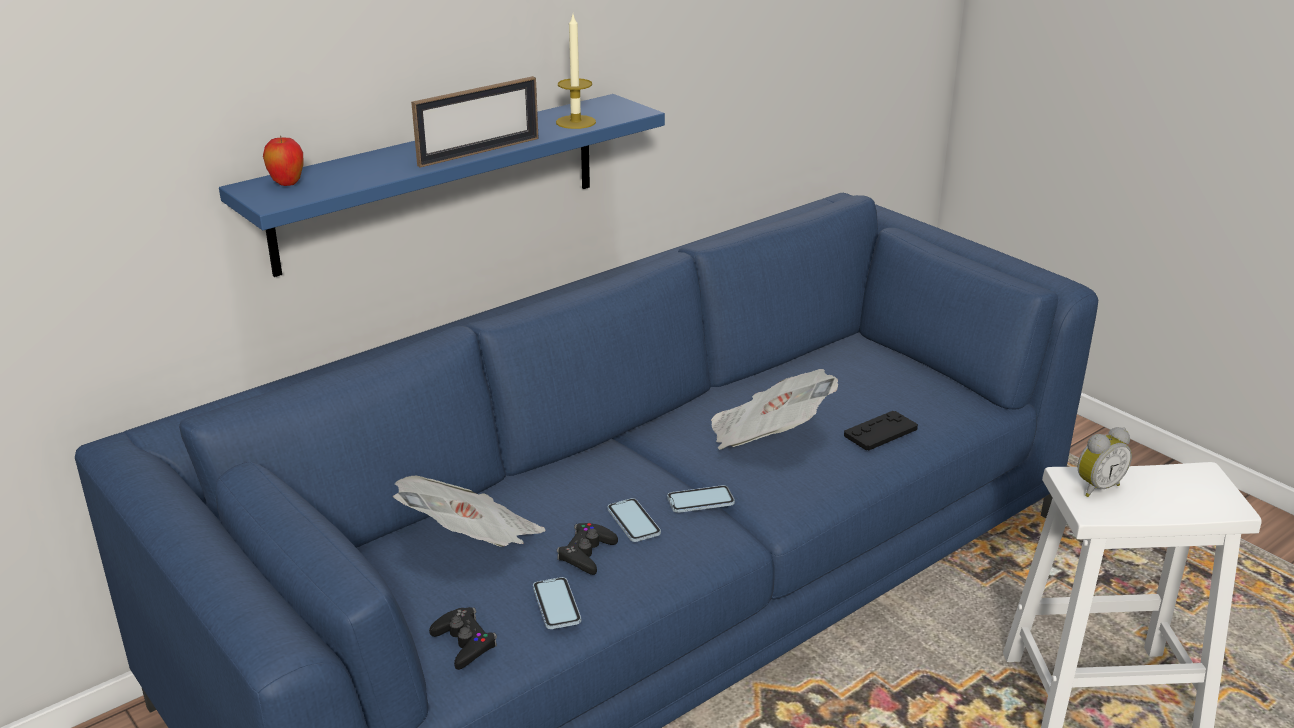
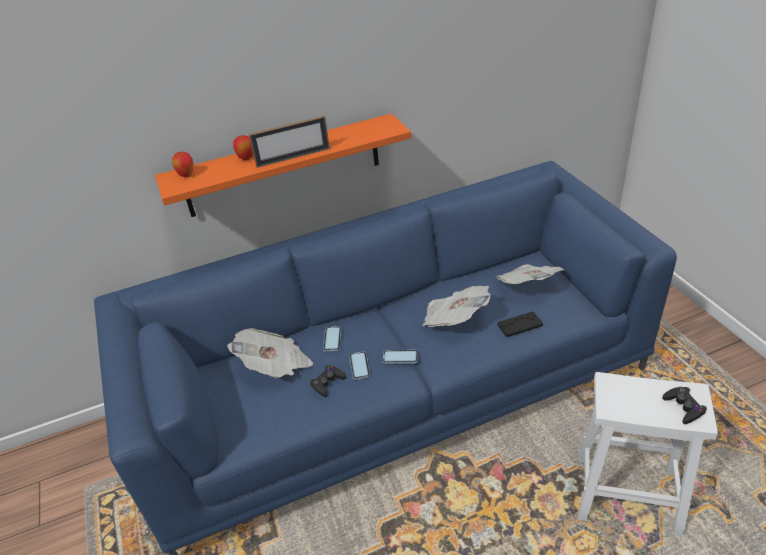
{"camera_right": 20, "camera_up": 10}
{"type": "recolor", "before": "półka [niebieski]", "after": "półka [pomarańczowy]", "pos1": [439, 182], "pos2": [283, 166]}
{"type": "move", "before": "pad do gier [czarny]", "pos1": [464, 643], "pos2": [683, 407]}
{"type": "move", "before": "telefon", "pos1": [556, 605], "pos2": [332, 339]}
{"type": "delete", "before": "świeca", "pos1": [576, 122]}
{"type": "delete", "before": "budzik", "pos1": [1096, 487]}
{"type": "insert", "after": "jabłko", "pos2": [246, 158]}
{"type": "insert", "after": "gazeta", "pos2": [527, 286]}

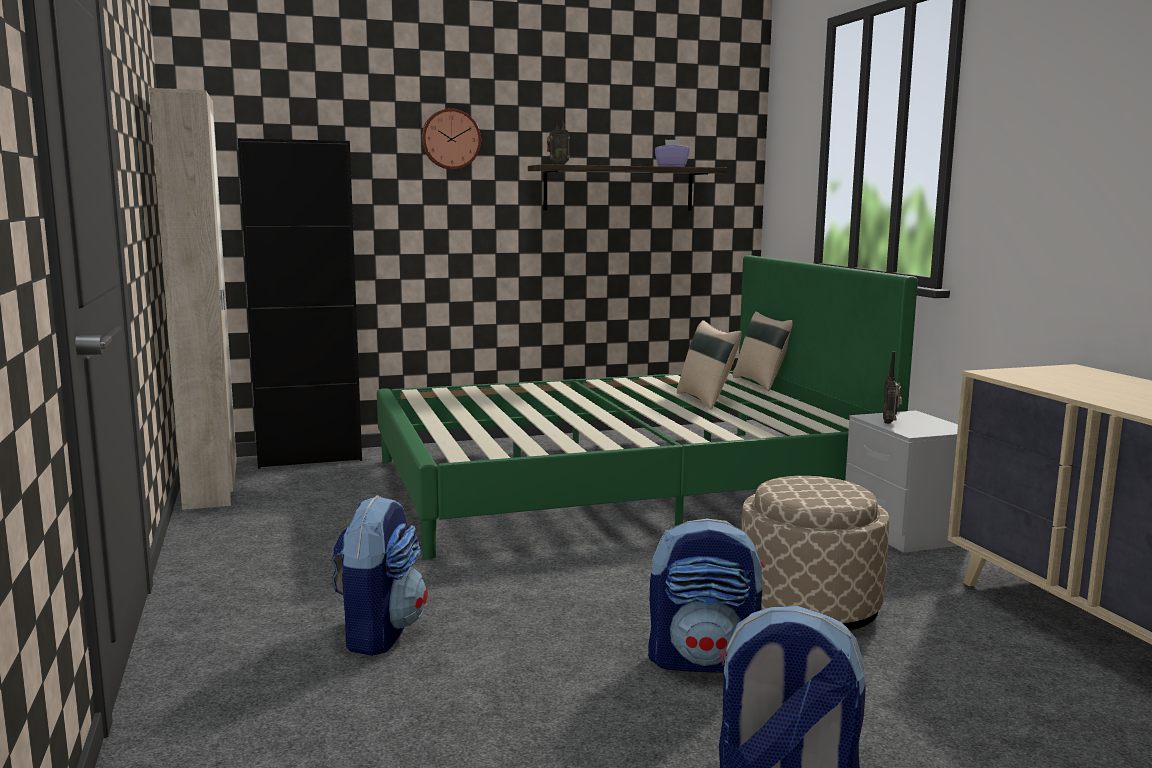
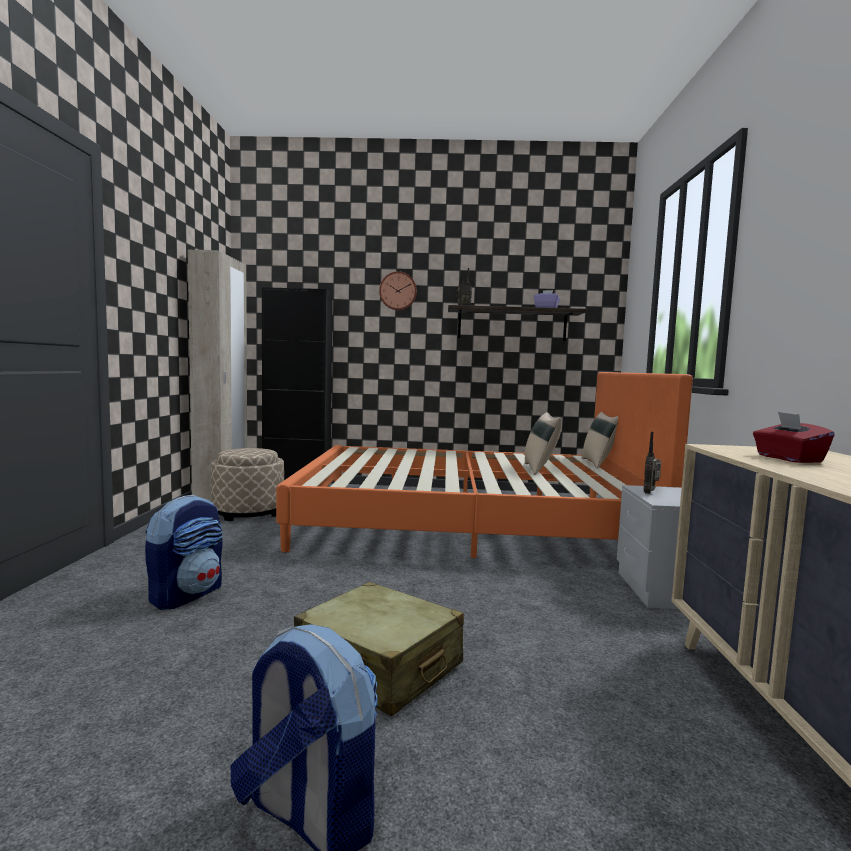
{"camera_right": 20, "camera_up": -5}
{"type": "recolor", "before": "łóżko [zielony]", "after": "łóżko [pomarańczowy]", "pos1": [620, 483], "pos2": [468, 523]}
{"type": "replace", "before": "plecak", "after": "walizka [beżowy]", "pos1": [704, 660], "pos2": [379, 666]}
{"type": "move", "before": "pufa [beżowy]", "pos1": [809, 609], "pos2": [248, 512]}
{"type": "insert", "after": "pudełko chusteczek [czerwony]", "pos2": [788, 459]}

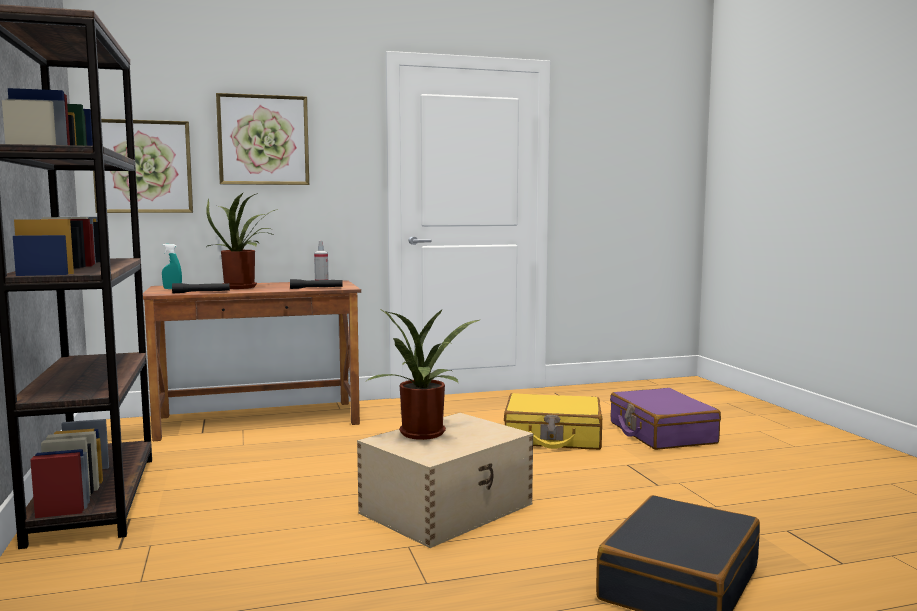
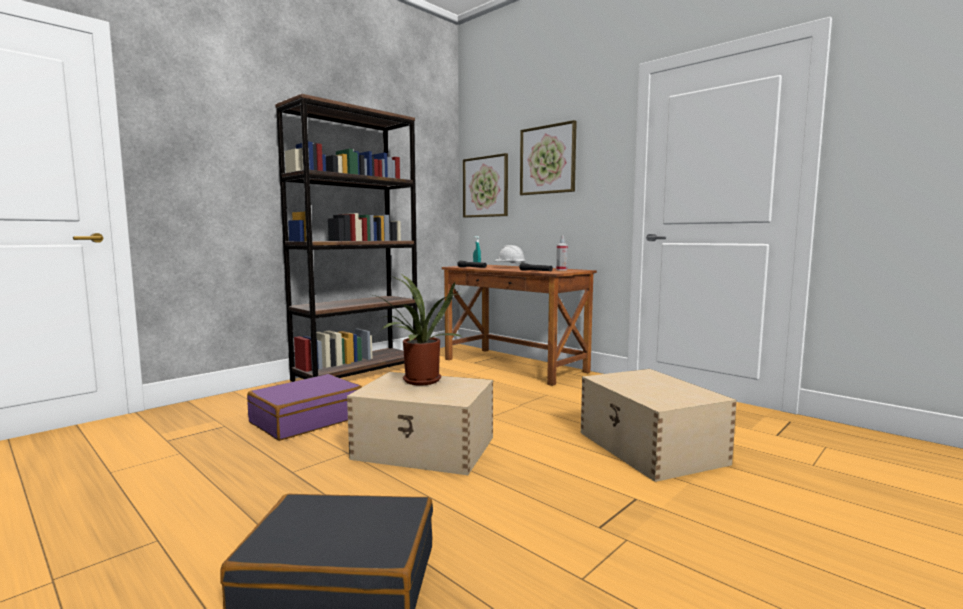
{"camera_right": 60, "camera_up": 0}
{"type": "replace", "before": "roślina doniczkowa", "after": "kask [biały]", "pos1": [243, 287], "pos2": [509, 267]}
{"type": "replace", "before": "walizka [żółty]", "after": "pojemnik do przechowywania [beżowy]", "pos1": [552, 437], "pos2": [651, 448]}
{"type": "move", "before": "walizka [fioletowy]", "pos1": [661, 433], "pos2": [306, 419]}

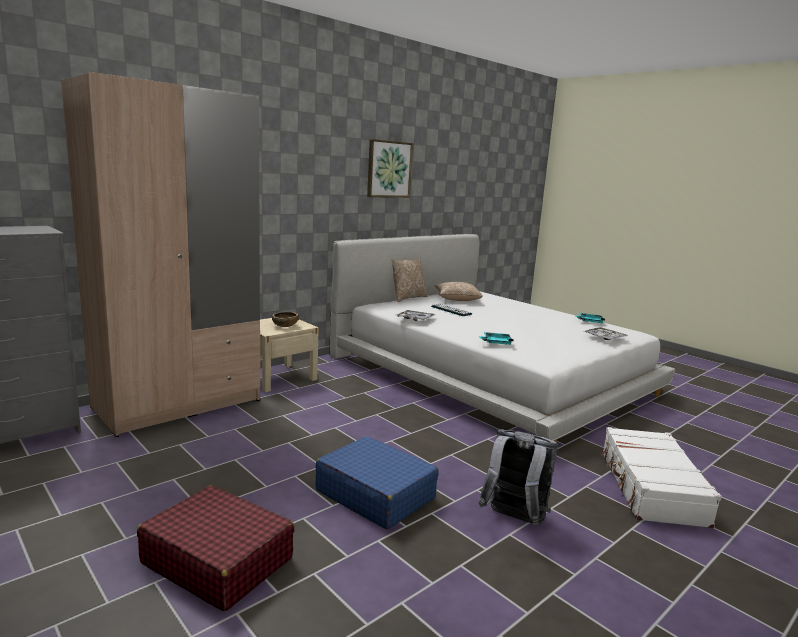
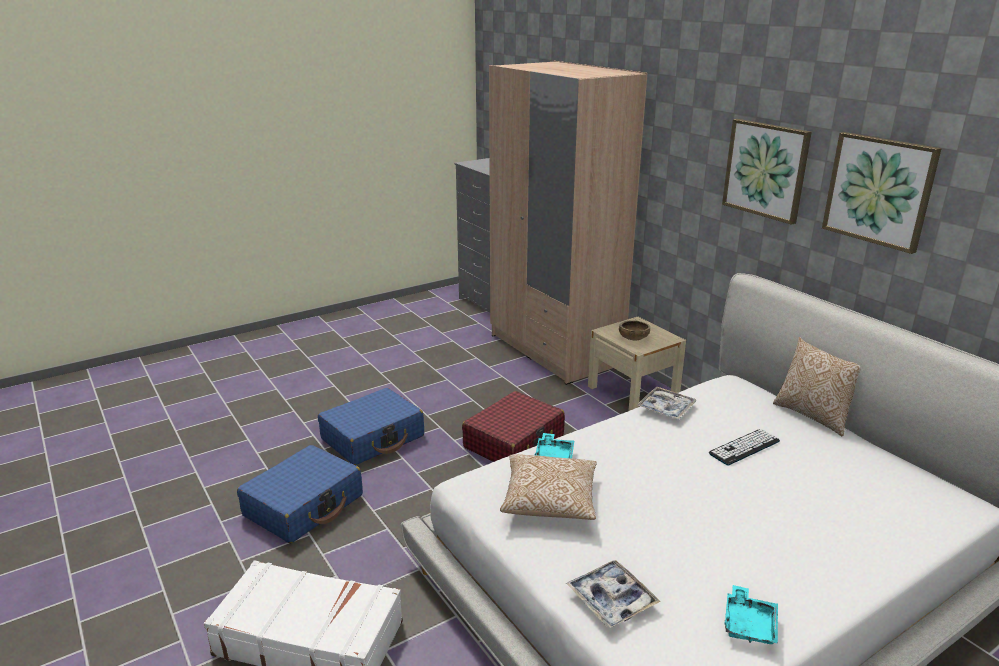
{"camera_right": 100, "camera_up": 10}
{"type": "move", "before": "walizka [czerwony]", "pos1": [217, 560], "pos2": [514, 442]}
{"type": "move", "before": "poduszka", "pos1": [457, 299], "pos2": [549, 501]}
{"type": "replace", "before": "plecak [szary]", "after": "walizka [niebieski]", "pos1": [513, 519], "pos2": [304, 505]}
{"type": "insert", "after": "obraz", "pos2": [766, 170]}

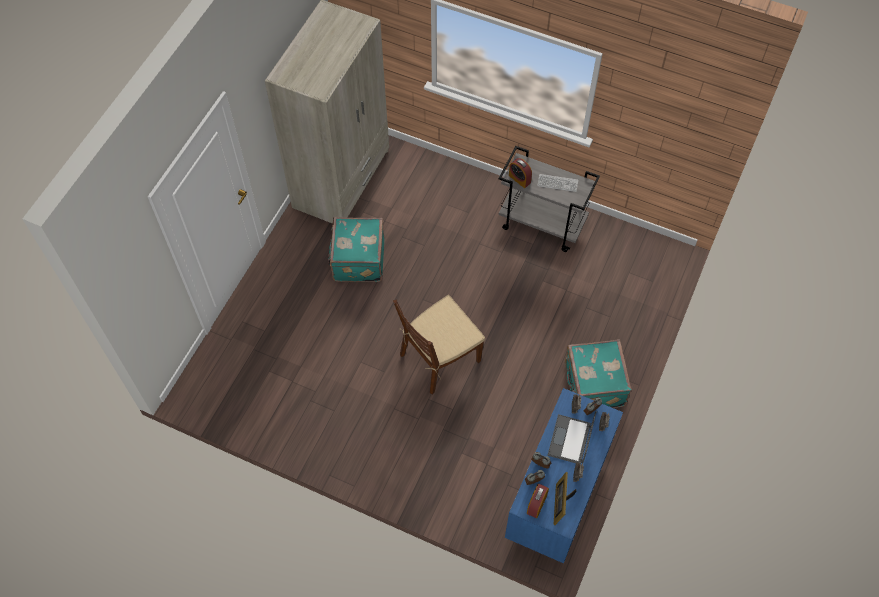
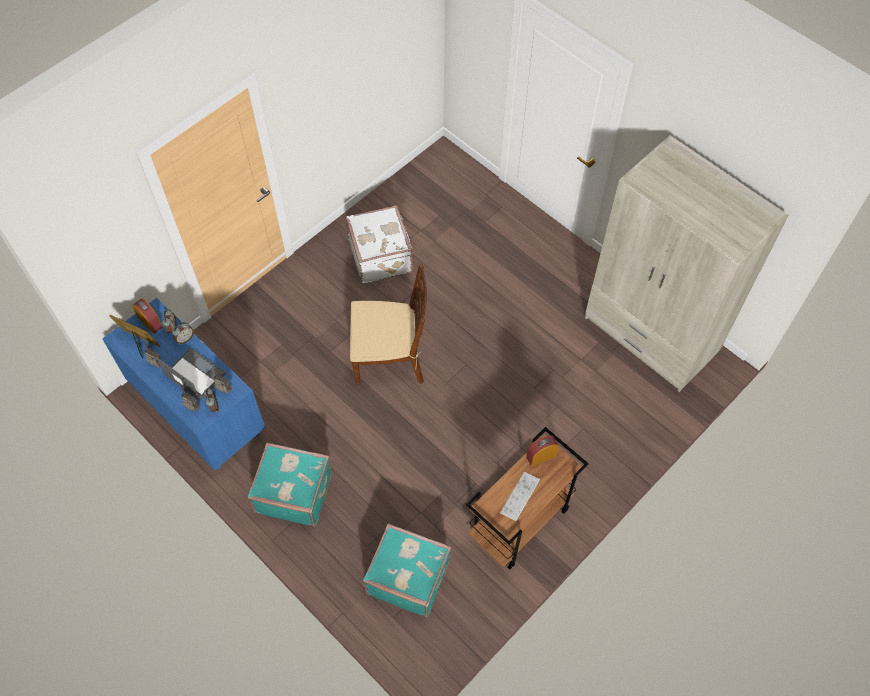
{"camera_right": 110, "camera_up": 0}
{"type": "move", "before": "walizka [turkusowy]", "pos1": [357, 260], "pos2": [408, 576]}
{"type": "rotate", "before": "krzesło [brązowy]", "pos1": [439, 358], "pos2": [390, 357], "turn": 105}
{"type": "recolor", "before": "wózek [szary]", "after": "wózek [brązowy]", "pos1": [543, 224], "pos2": [519, 523]}
{"type": "insert", "after": "walizka [biały]", "pos2": [381, 256]}

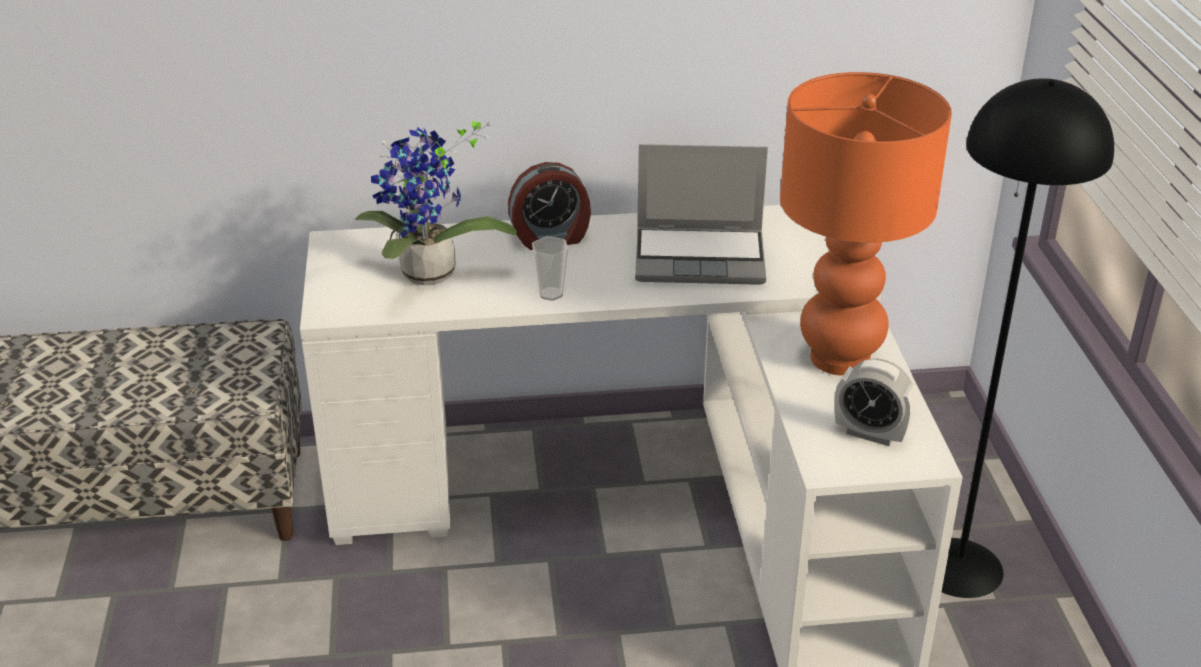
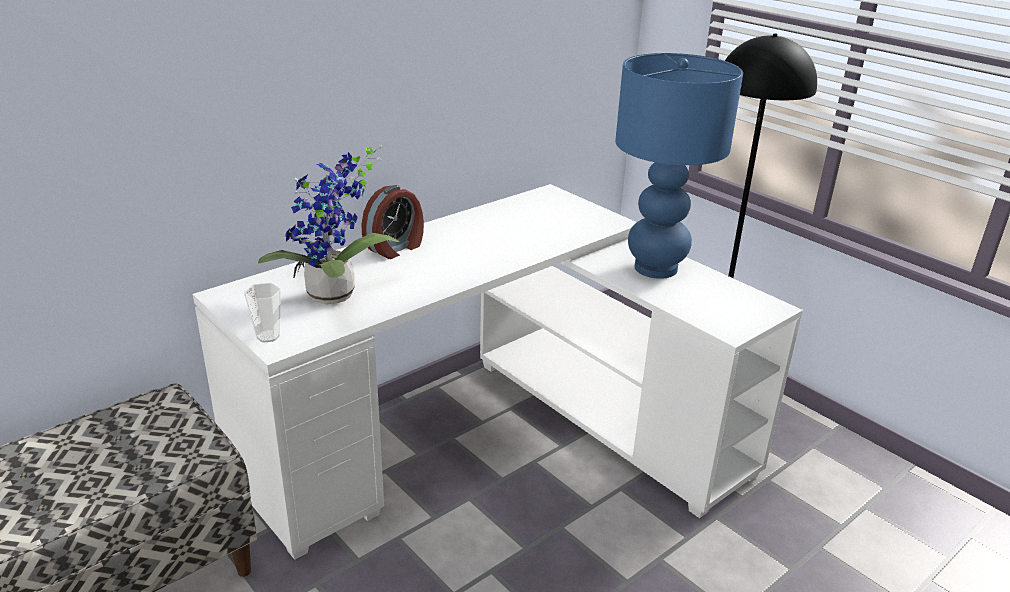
{"camera_right": -35, "camera_up": -5}
{"type": "move", "before": "filiżanka", "pos1": [551, 294], "pos2": [268, 336]}
{"type": "delete", "before": "laptop", "pos1": [701, 257]}
{"type": "recolor", "before": "lampa stołowa [pomarańczowy]", "after": "lampa stołowa [niebieski]", "pos1": [840, 359], "pos2": [656, 269]}
{"type": "delete", "before": "budzik", "pos1": [871, 433]}

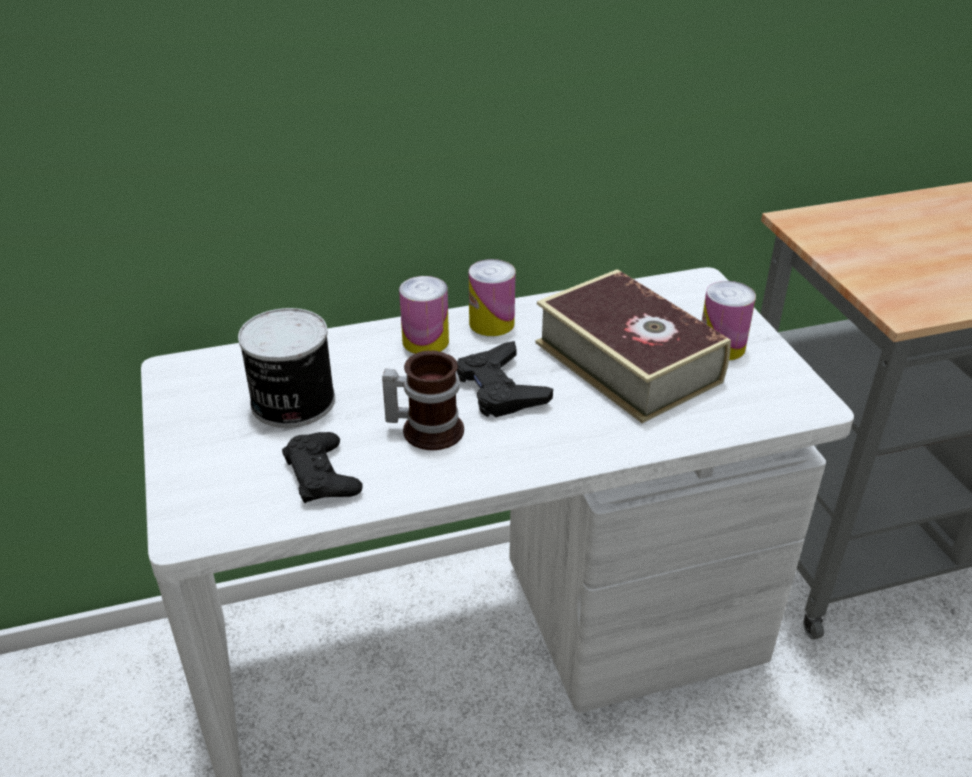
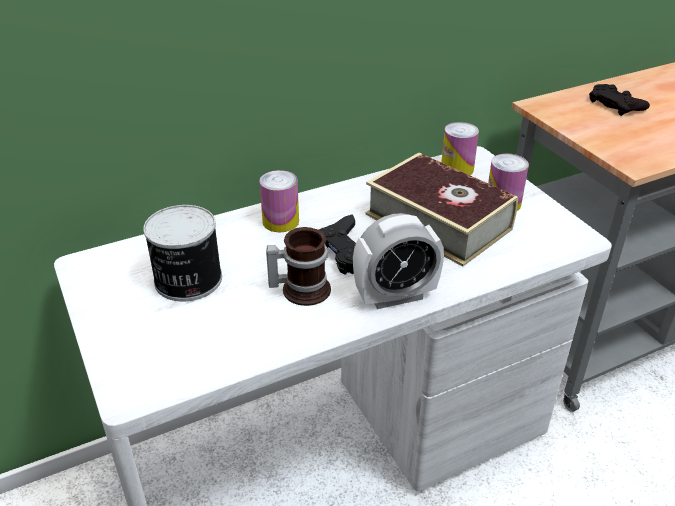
{"camera_right": -10, "camera_up": 0}
{"type": "move", "before": "pad do gier [czarny]", "pos1": [322, 475], "pos2": [616, 104]}
{"type": "move", "before": "puszka", "pos1": [491, 323], "pos2": [457, 169]}
{"type": "insert", "after": "budzik", "pos2": [395, 296]}

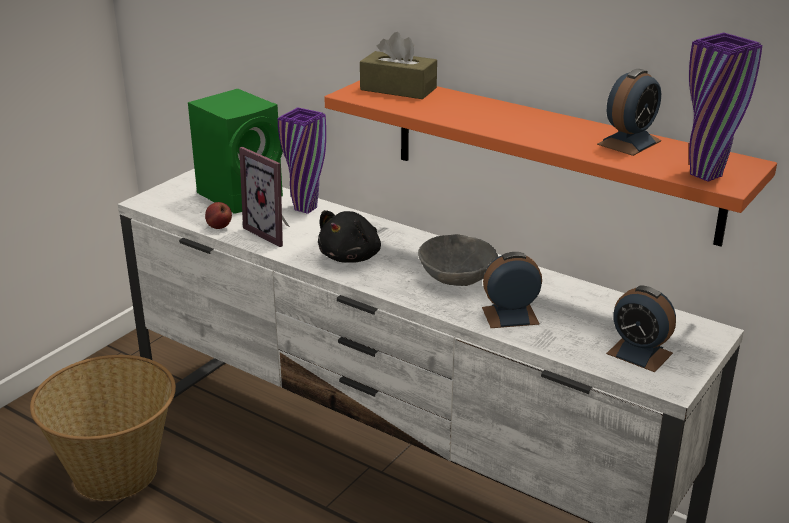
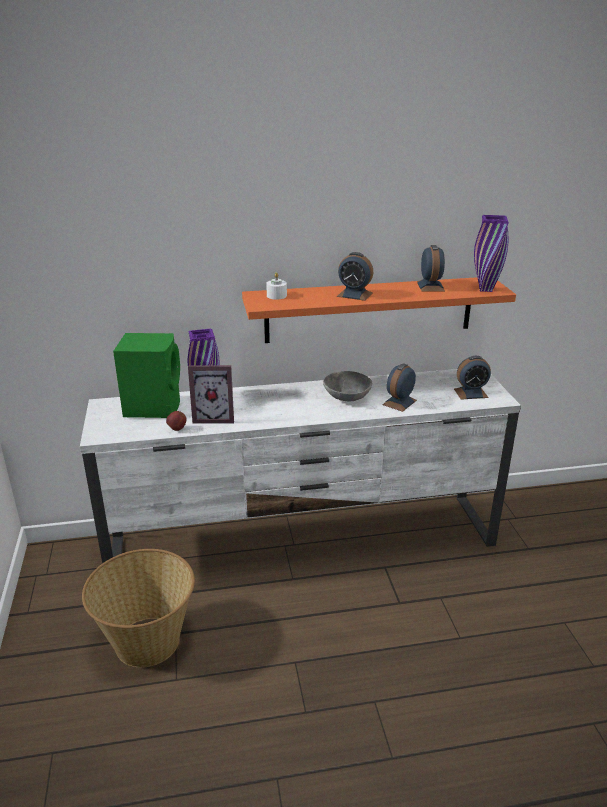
{"camera_right": -45, "camera_up": 0}
{"type": "delete", "before": "pluszak [czarny]", "pos1": [352, 257]}
{"type": "replace", "before": "pudełko chusteczek [brązowy]", "after": "świeca [biały]", "pos1": [398, 89], "pos2": [276, 296]}
{"type": "insert", "after": "budzik", "pos2": [354, 294]}

